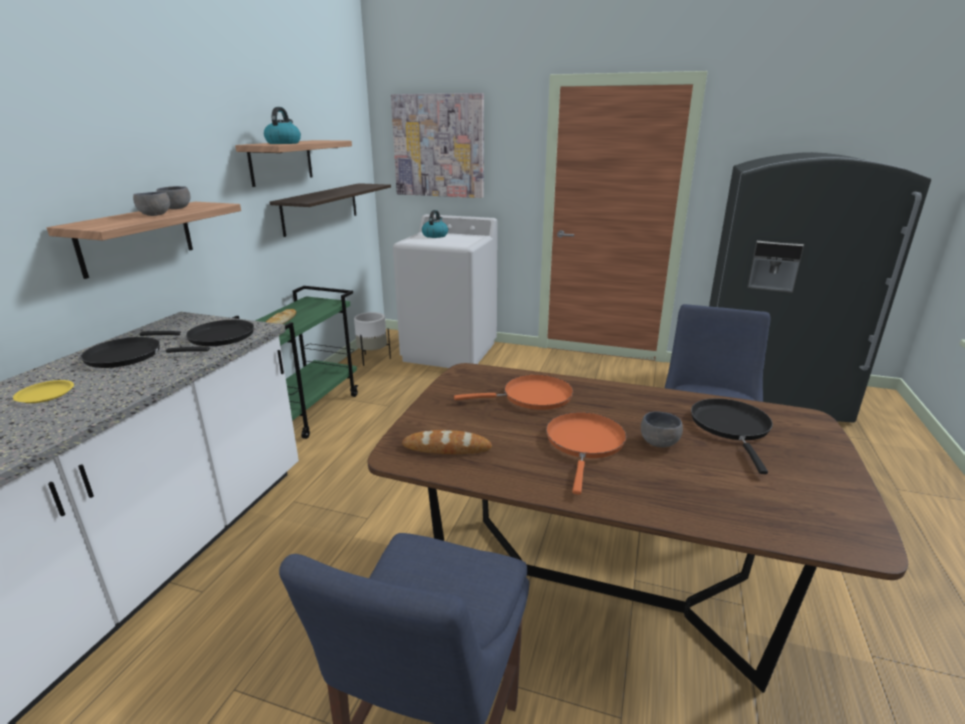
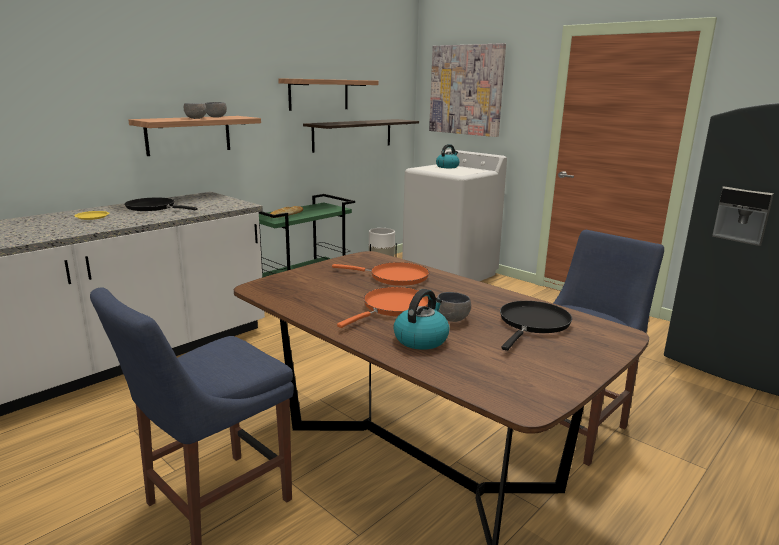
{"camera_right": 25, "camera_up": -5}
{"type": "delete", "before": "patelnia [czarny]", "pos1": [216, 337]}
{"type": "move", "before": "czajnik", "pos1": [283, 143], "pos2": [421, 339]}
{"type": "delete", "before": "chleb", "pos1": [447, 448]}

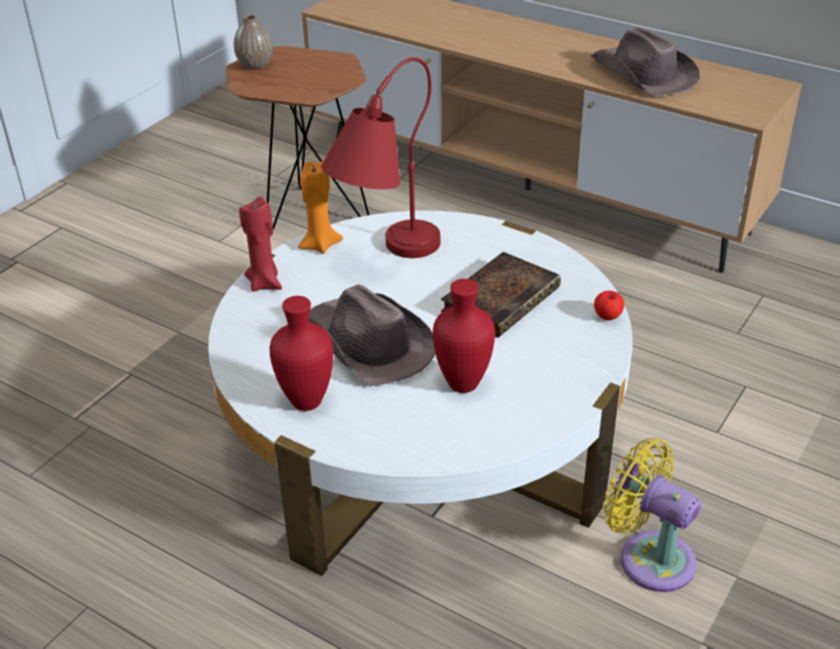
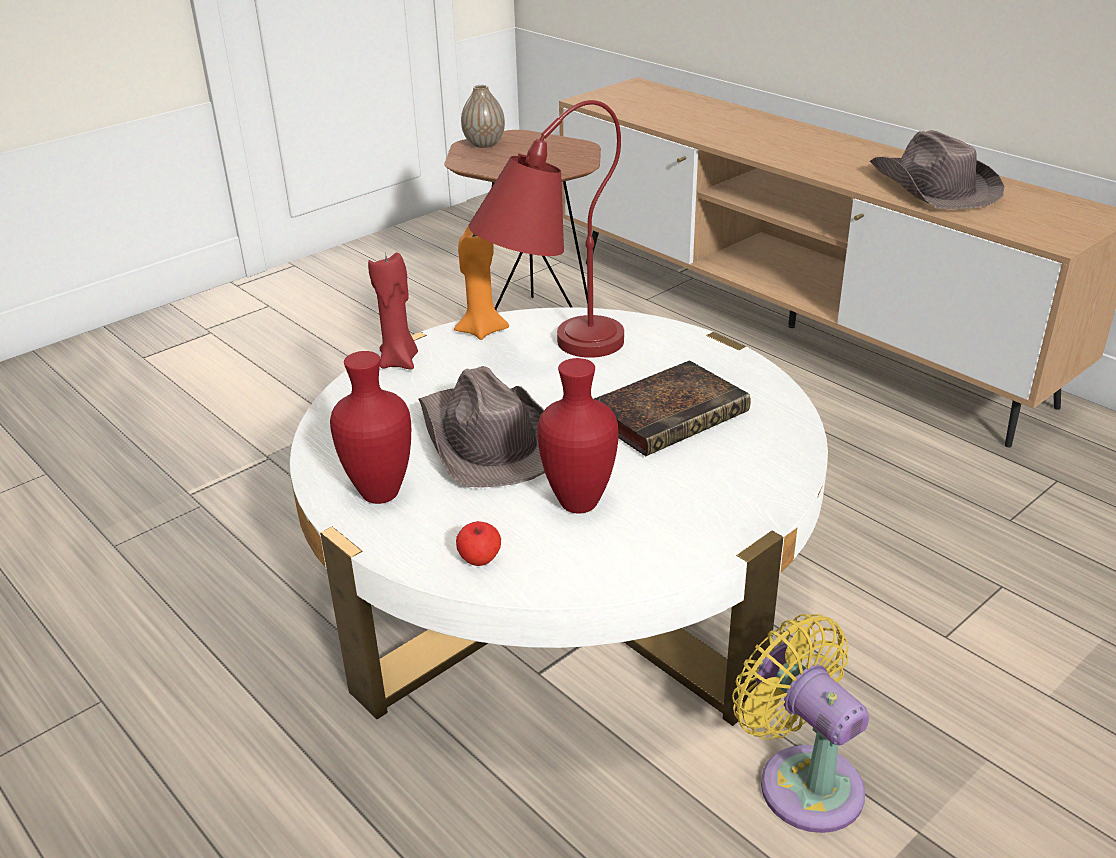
{"camera_right": 15, "camera_up": -5}
{"type": "move", "before": "jabłko", "pos1": [608, 316], "pos2": [480, 559]}

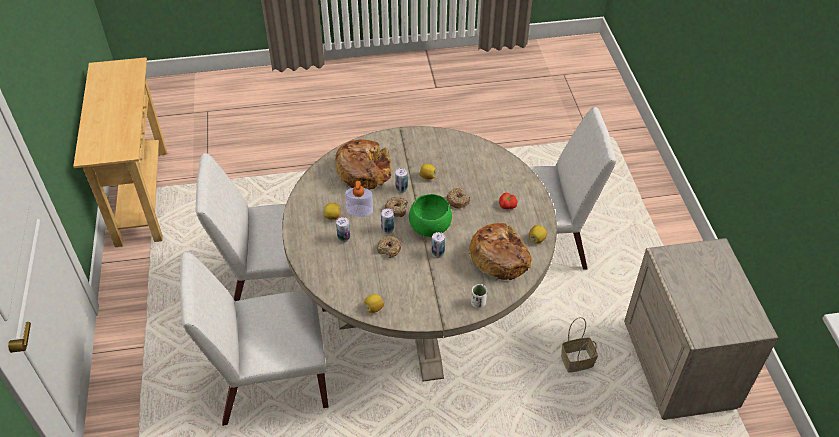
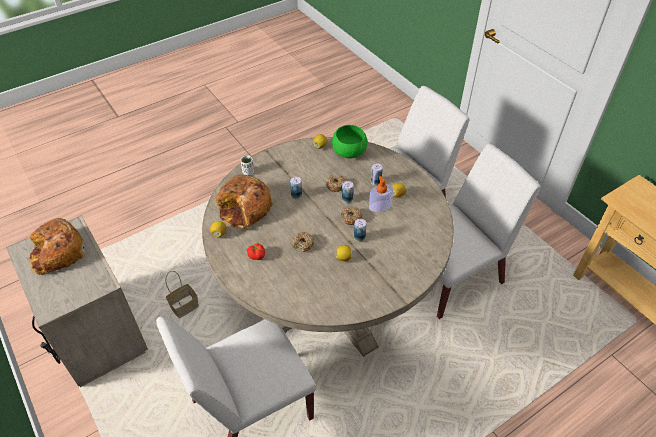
{"camera_right": 155, "camera_up": 0}
{"type": "move", "before": "chleb", "pos1": [364, 171], "pos2": [57, 253]}
{"type": "move", "before": "miska [zielony]", "pos1": [429, 228], "pos2": [349, 153]}

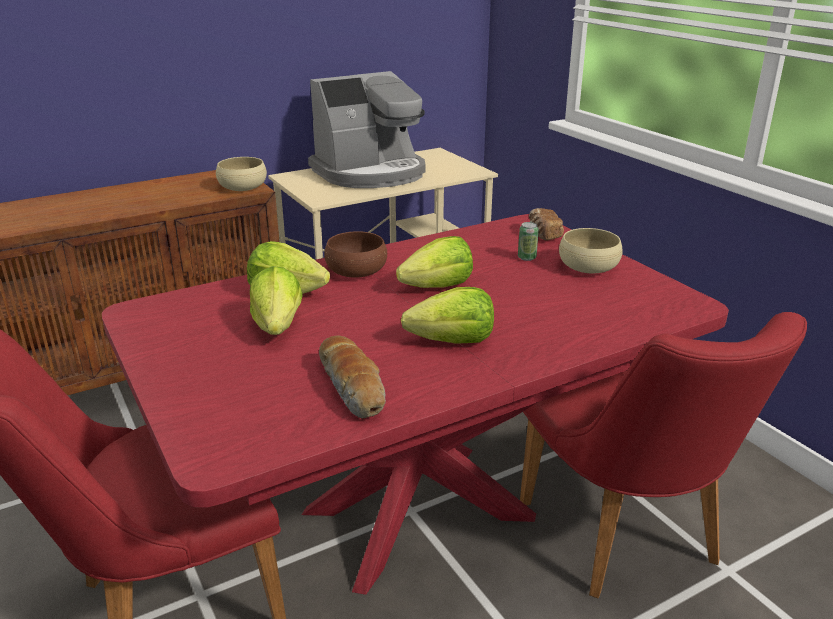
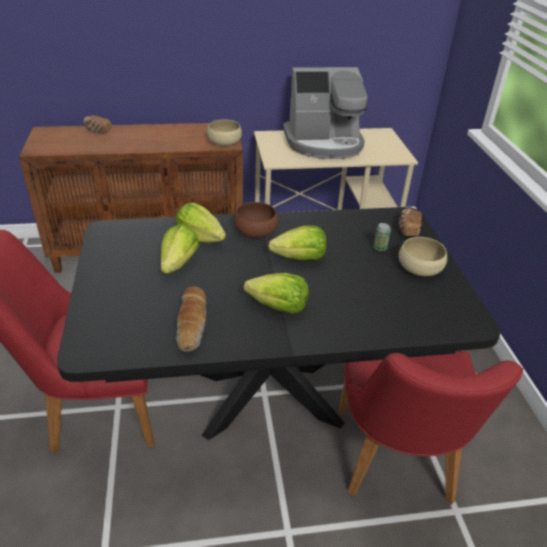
{"camera_right": 20, "camera_up": 10}
{"type": "recolor", "before": "stół jadalny [czerwony]", "after": "stół jadalny [czarny]", "pos1": [417, 512], "pos2": [267, 396]}
{"type": "insert", "after": "chleb", "pos2": [97, 131]}

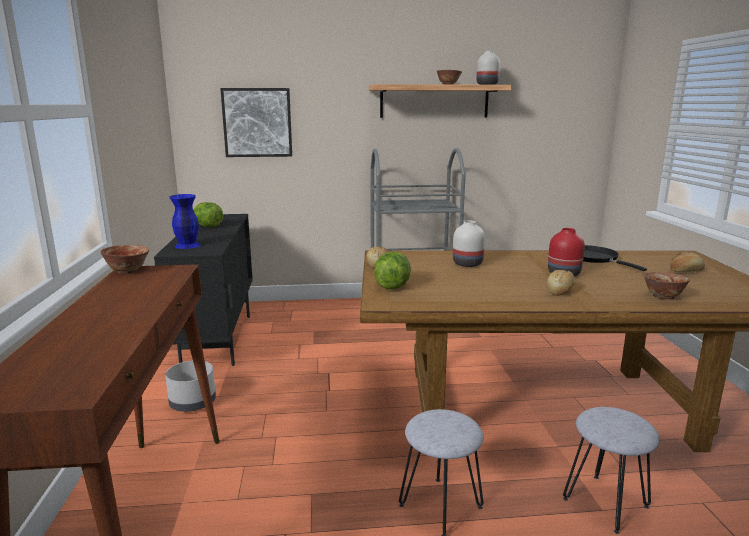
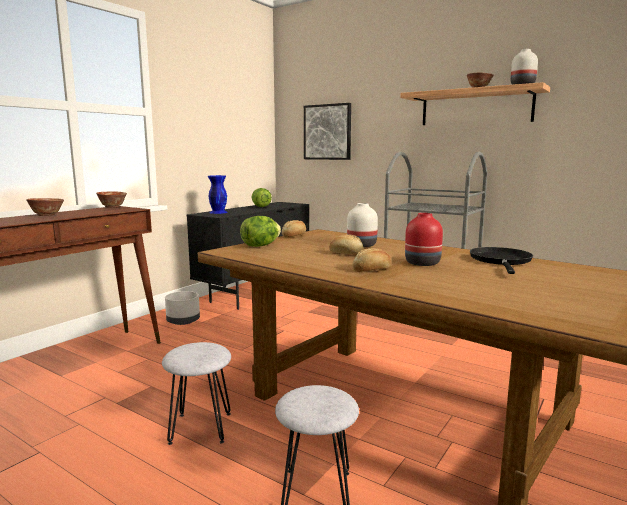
{"camera_right": 40, "camera_up": -5}
{"type": "move", "before": "miska", "pos1": [663, 296], "pos2": [46, 215]}
{"type": "move", "before": "chleb", "pos1": [685, 271], "pos2": [346, 253]}

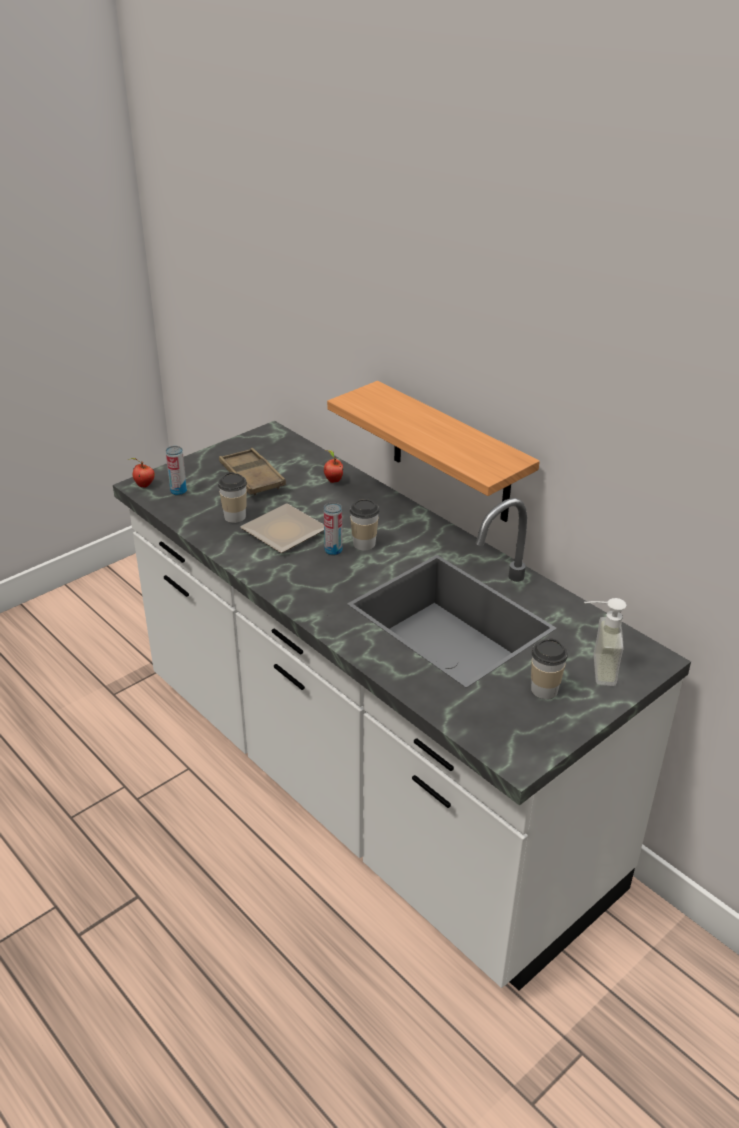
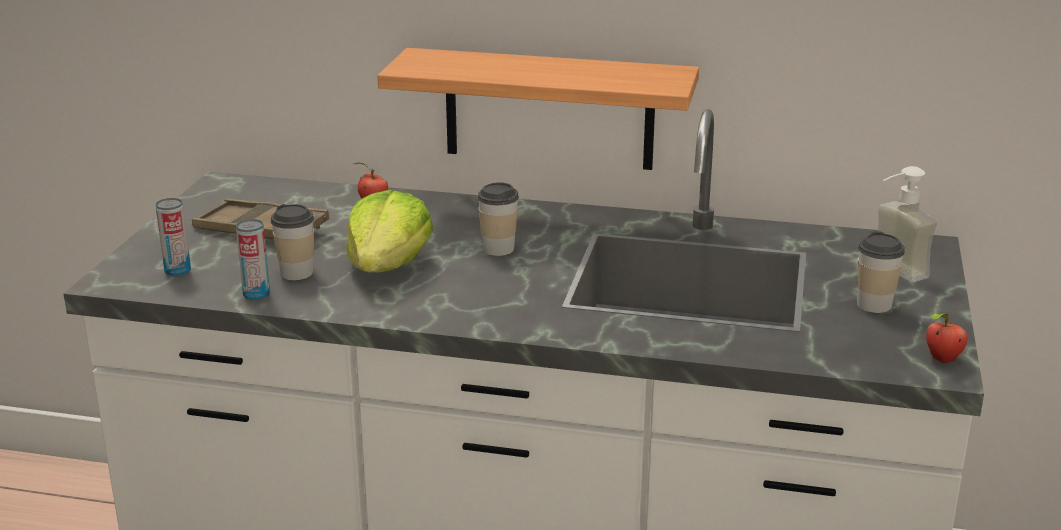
{"camera_right": -35, "camera_up": -10}
{"type": "move", "before": "jabłko", "pos1": [143, 485], "pos2": [942, 360]}
{"type": "replace", "before": "talerz", "after": "sałata", "pos1": [287, 532], "pos2": [388, 266]}
{"type": "move", "before": "puszka", "pos1": [333, 550], "pos2": [256, 295]}

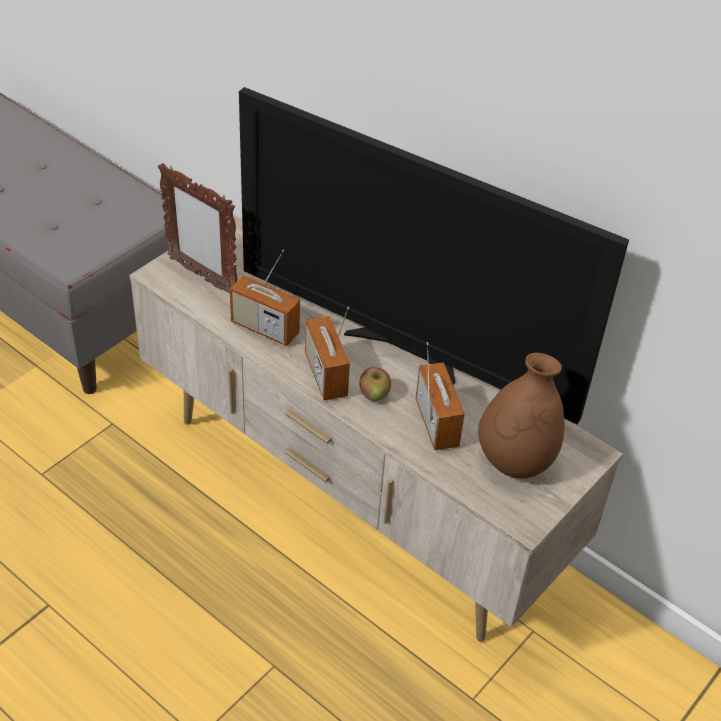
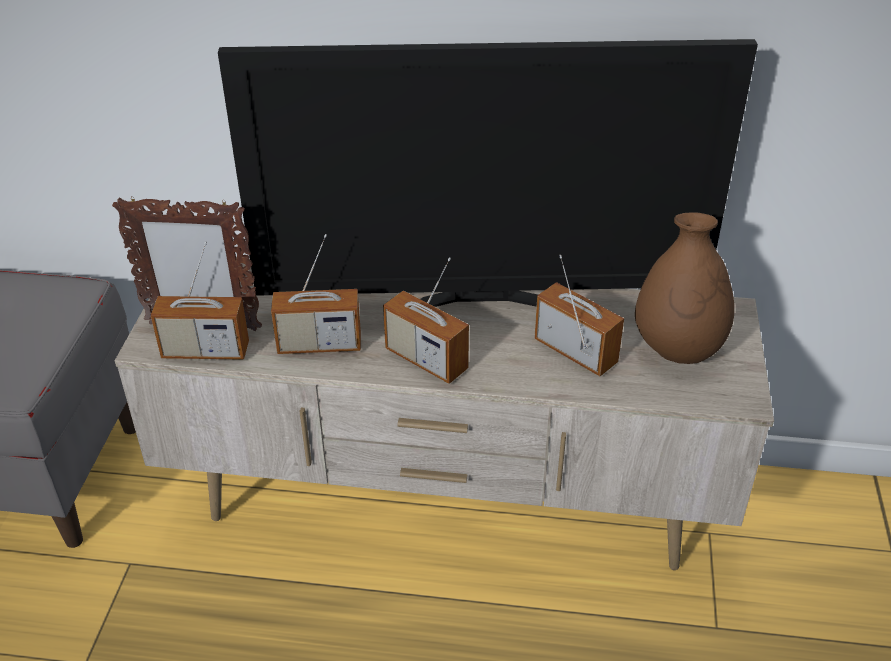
{"camera_right": -30, "camera_up": -5}
{"type": "delete", "before": "jabłko", "pos1": [374, 394]}
{"type": "insert", "after": "radio", "pos2": [205, 351]}

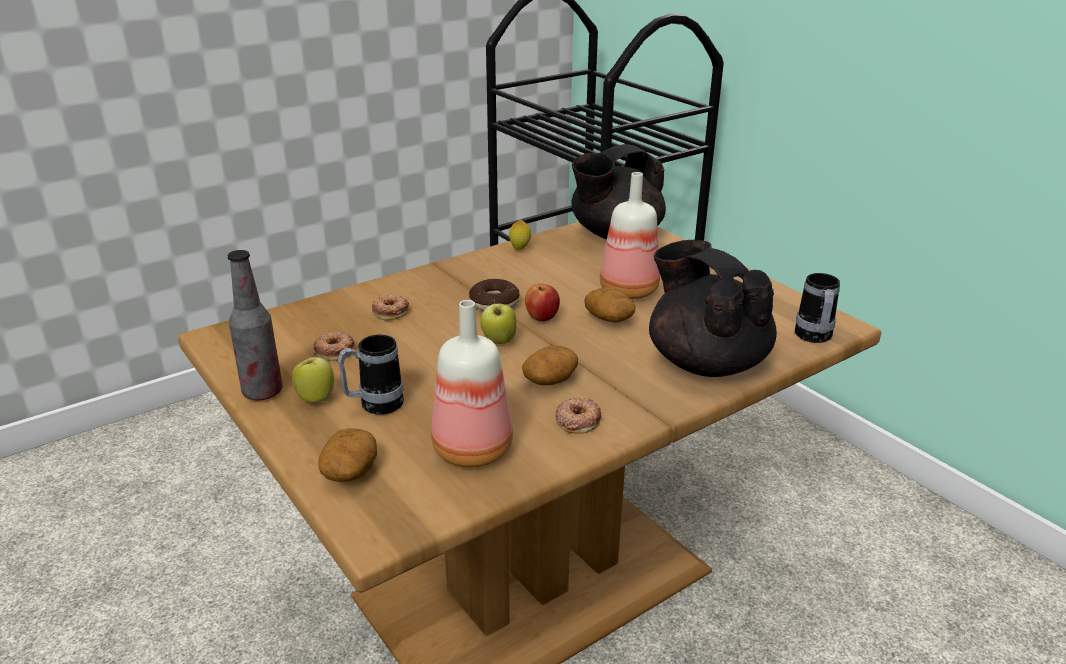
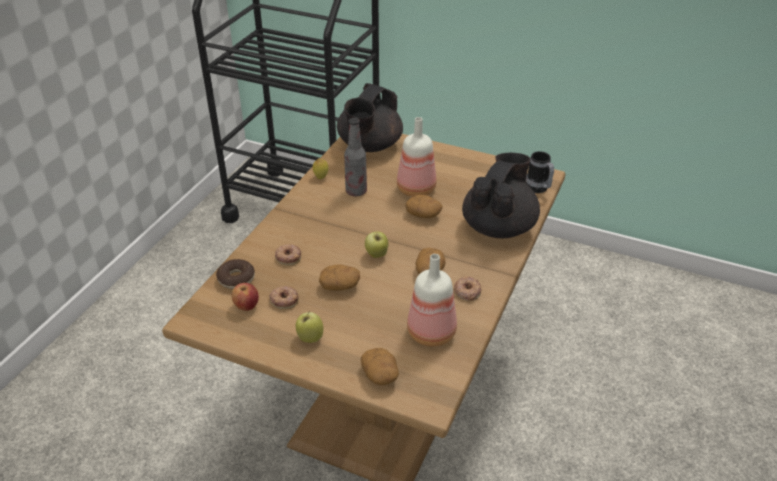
{"camera_right": -30, "camera_up": 10}
{"type": "move", "before": "butelka", "pos1": [262, 392], "pos2": [356, 191]}
{"type": "delete", "before": "kubek", "pos1": [374, 406]}
{"type": "move", "before": "donut", "pos1": [494, 303], "pos2": [236, 278]}
{"type": "move", "before": "jabłko", "pos1": [542, 318], "pos2": [246, 306]}
{"type": "rotate", "before": "imbryk [czarny]", "pos1": [705, 362], "pos2": [499, 227], "turn": 90}
{"type": "insert", "after": "ziemniak", "pos2": [340, 285]}

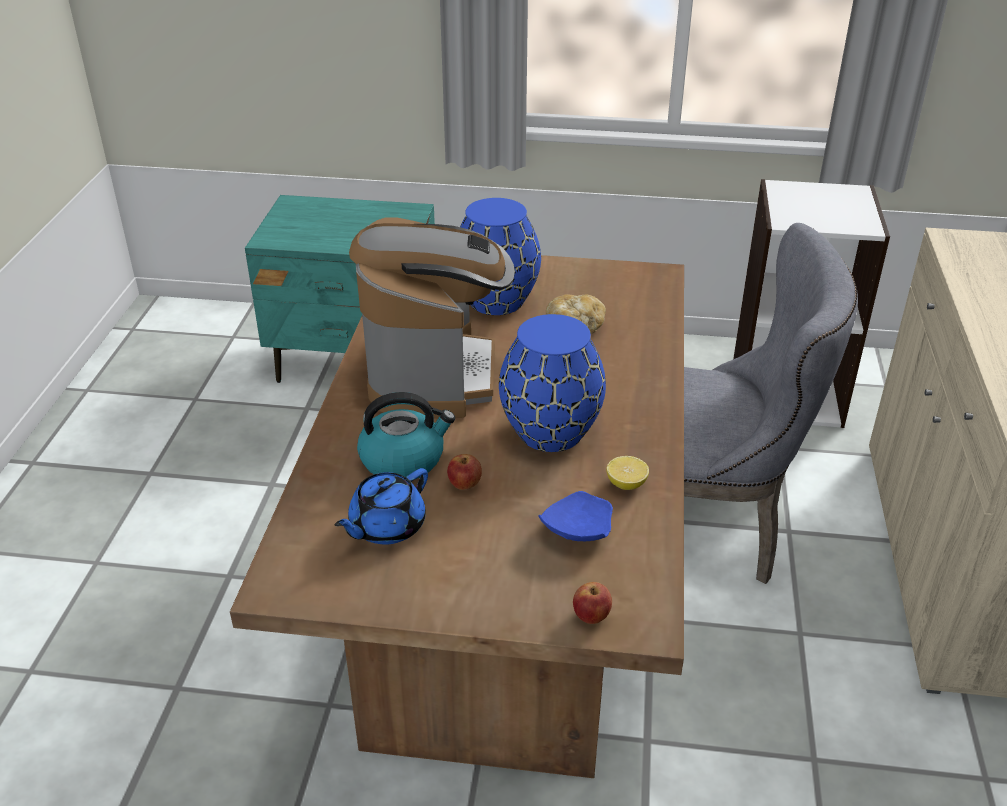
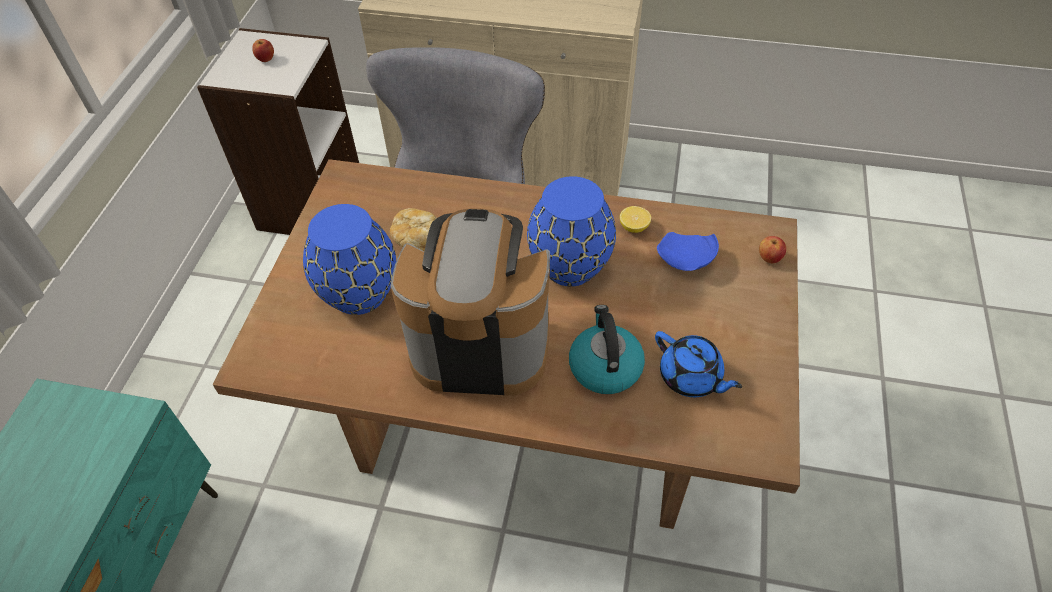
{"camera_right": -85, "camera_up": 15}
{"type": "move", "before": "jabłko", "pos1": [464, 485], "pos2": [266, 59]}

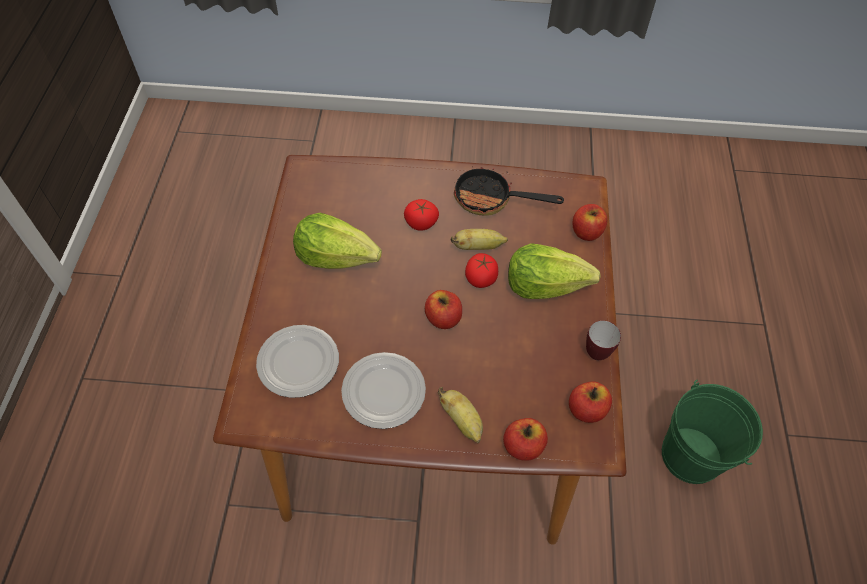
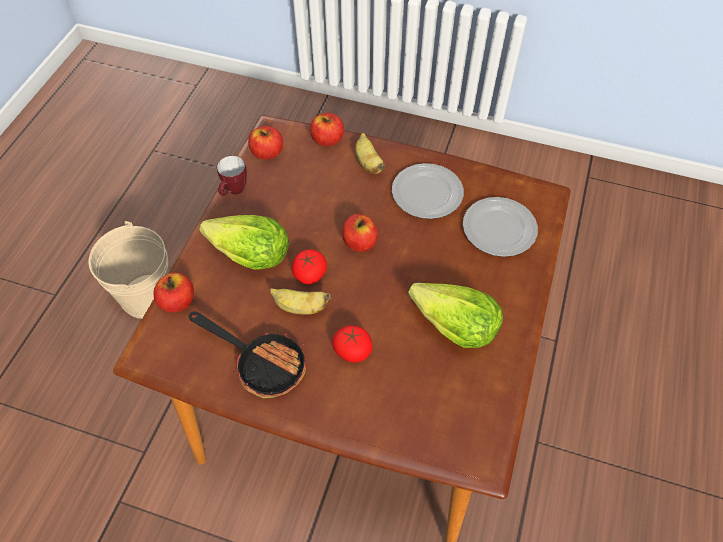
{"camera_right": -165, "camera_up": 0}
{"type": "recolor", "before": "wiadro [zielony]", "after": "wiadro [beżowy]", "pos1": [691, 456], "pos2": [147, 296]}

